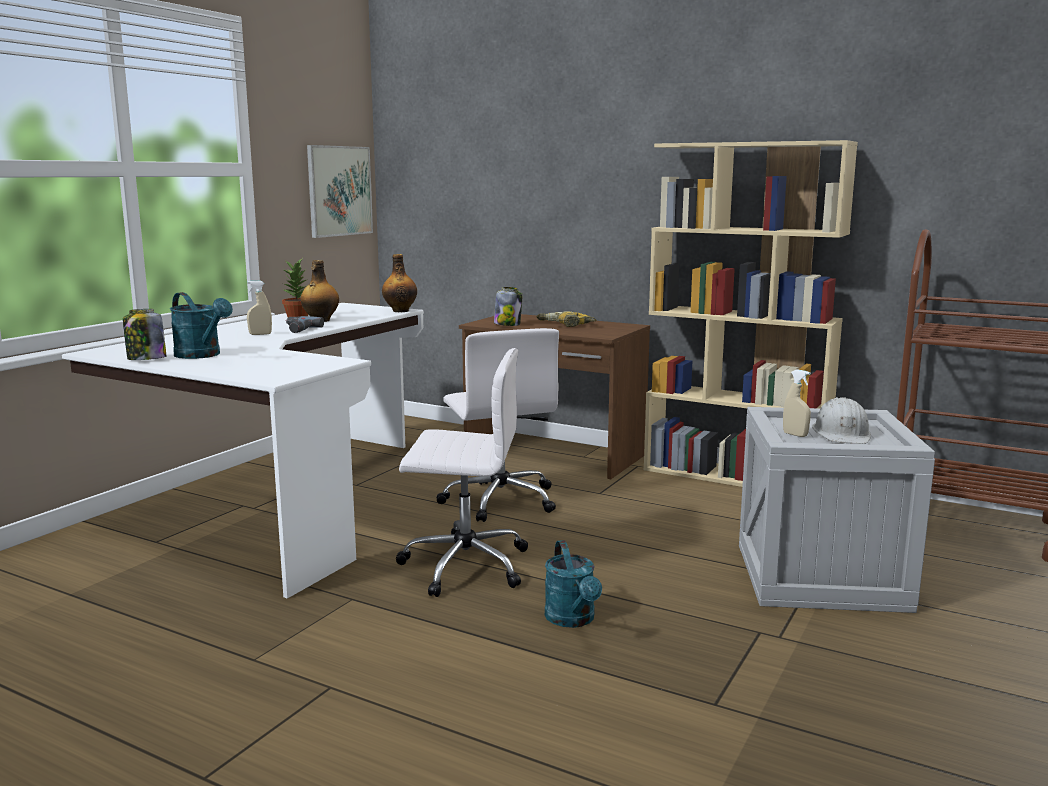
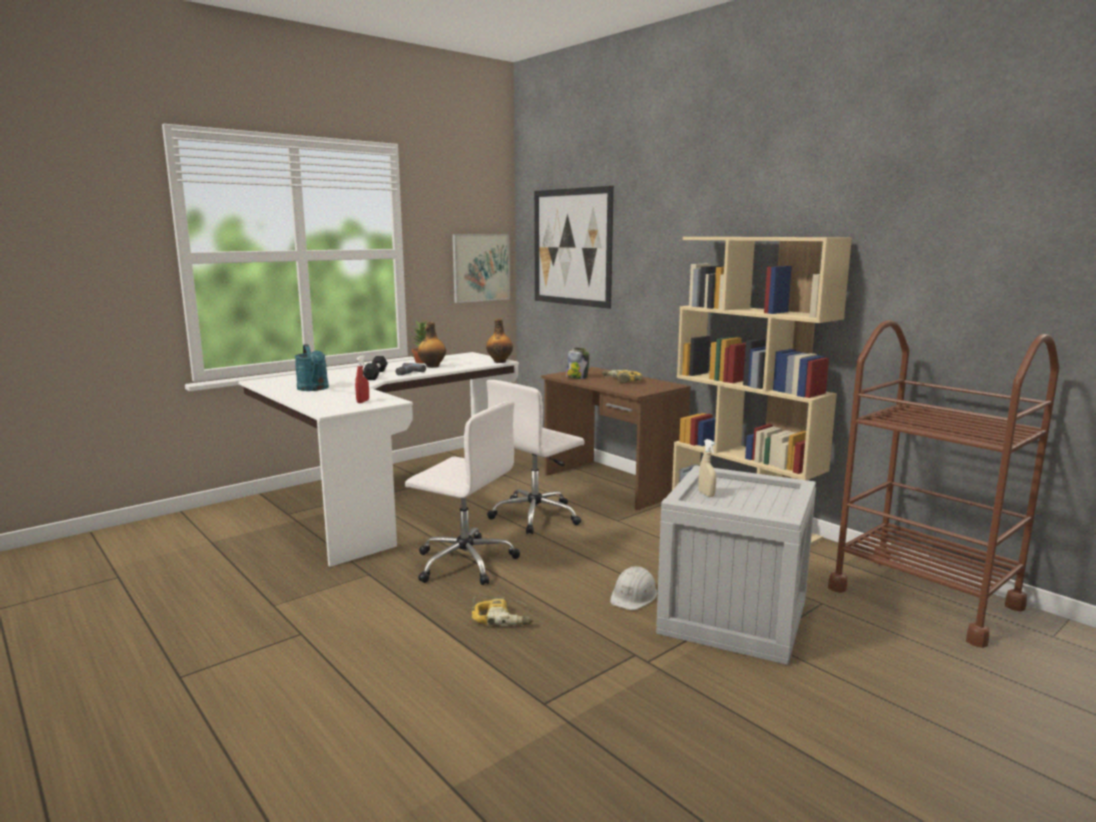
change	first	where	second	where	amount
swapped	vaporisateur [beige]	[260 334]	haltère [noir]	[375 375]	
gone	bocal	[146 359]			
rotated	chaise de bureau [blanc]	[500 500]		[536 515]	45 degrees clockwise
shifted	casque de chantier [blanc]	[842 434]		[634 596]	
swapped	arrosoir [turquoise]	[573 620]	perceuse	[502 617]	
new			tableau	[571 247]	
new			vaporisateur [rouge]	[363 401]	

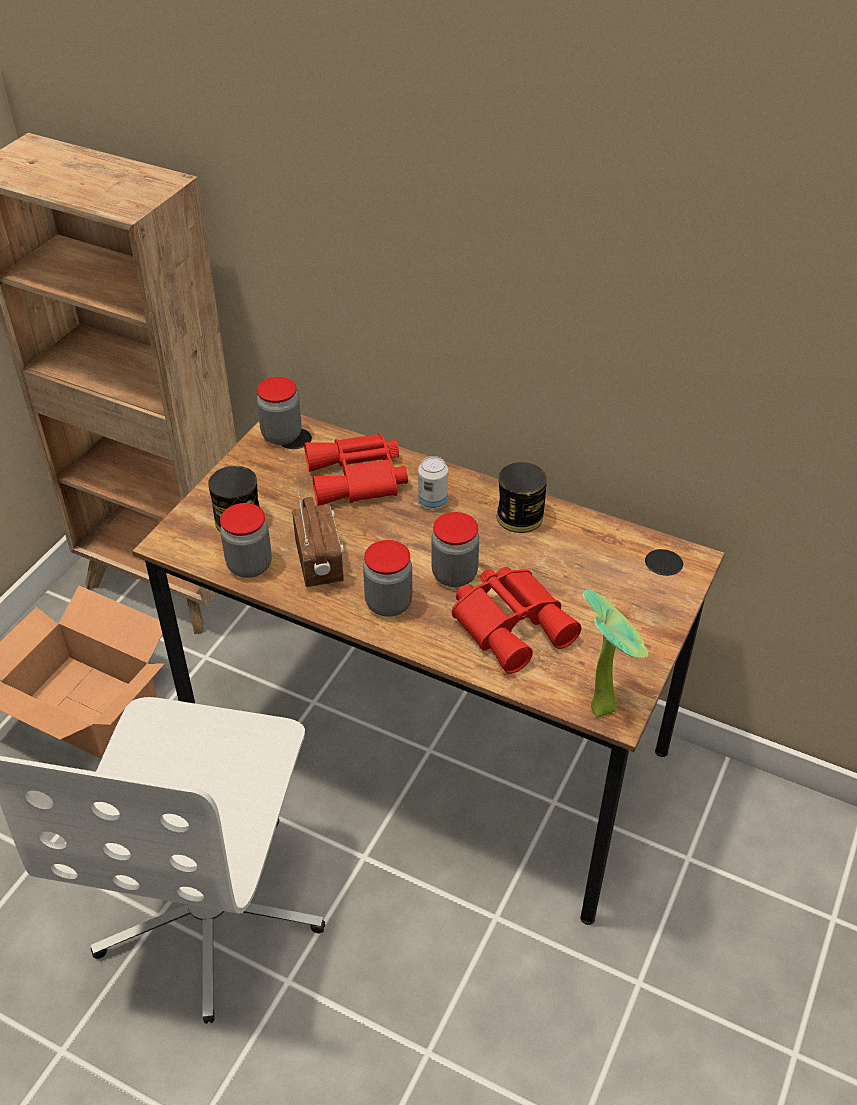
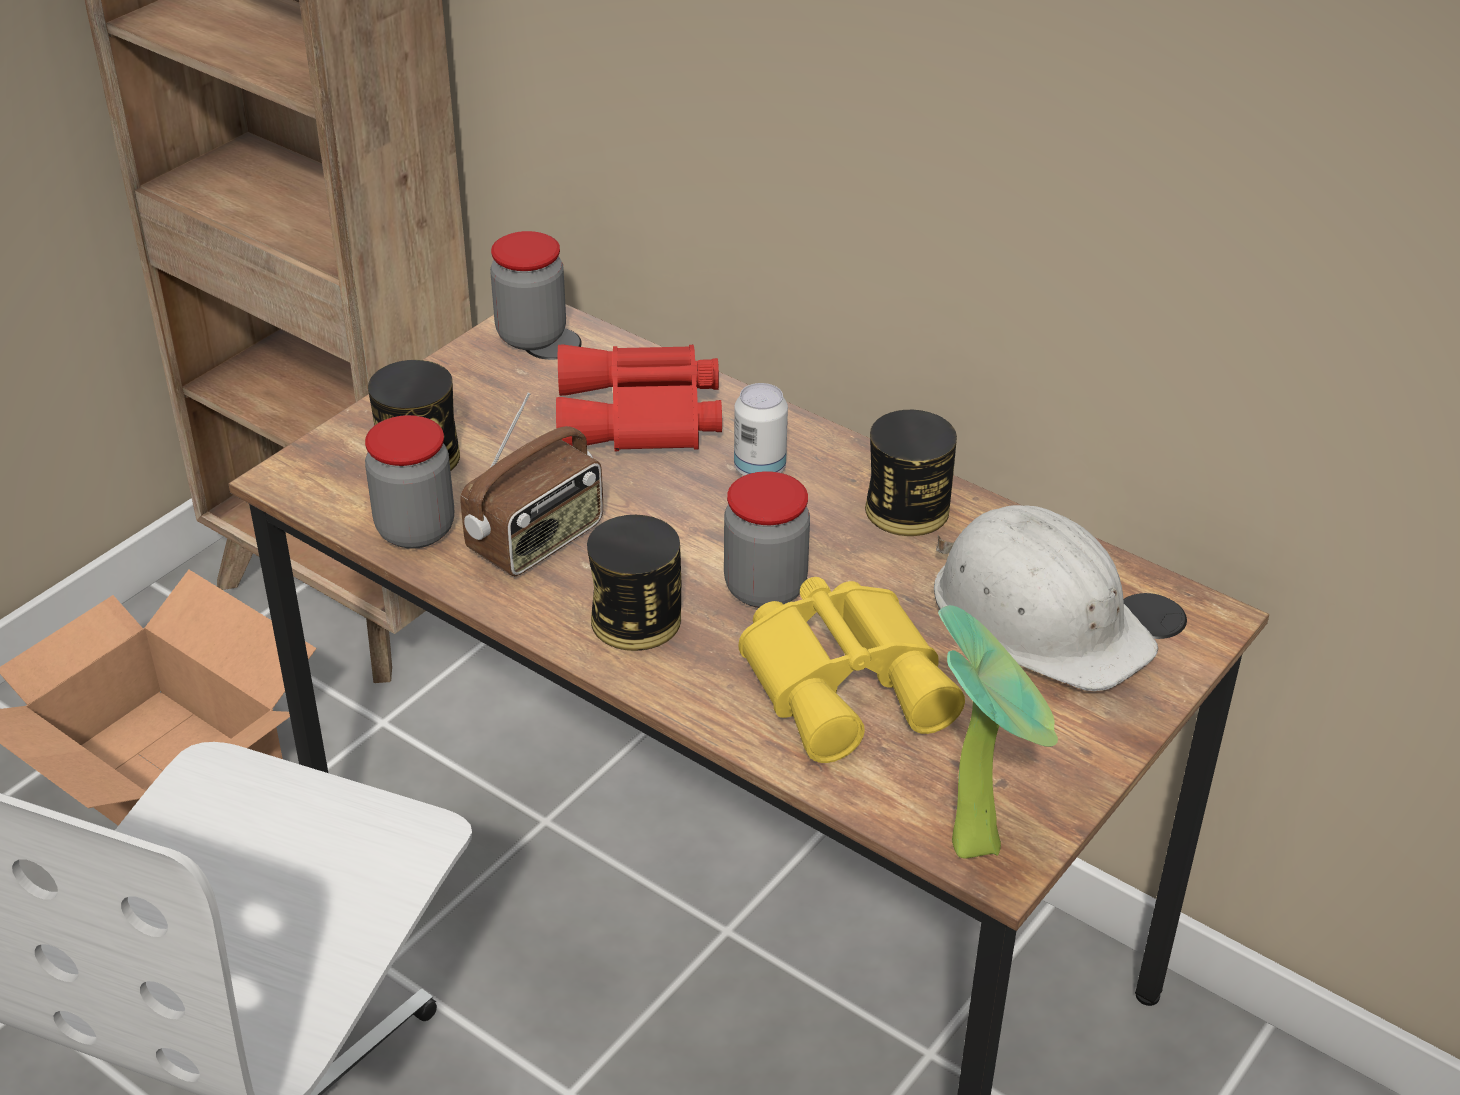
change	first	where	second	where	amount
rotated	radio	[320 563]		[537 541]	45 degrees clockwise
swapped	bocal	[388 603]	boîte métallique	[636 620]	
repainted	jumelles [rouge]	[513 623]	jumelles [jaune]	[847 681]	
new			casque de chantier [blanc]	[1038 616]	

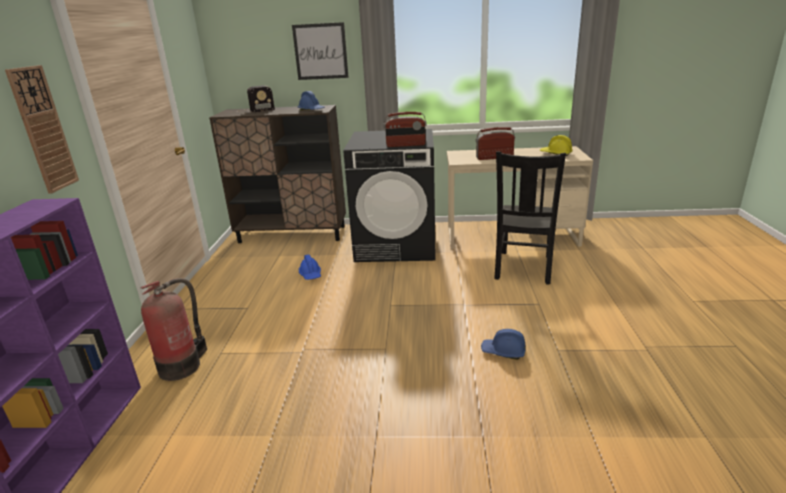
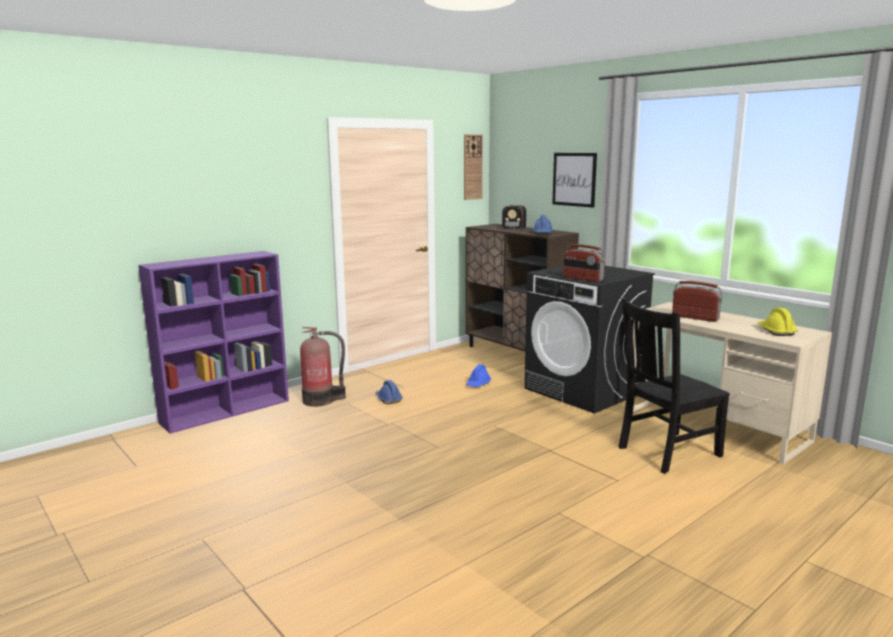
change	first	where	second	where	amount
shifted	horloge murale	[43 130]		[472 167]	
shifted	casque de chantier [bleu]	[503 352]		[388 399]	

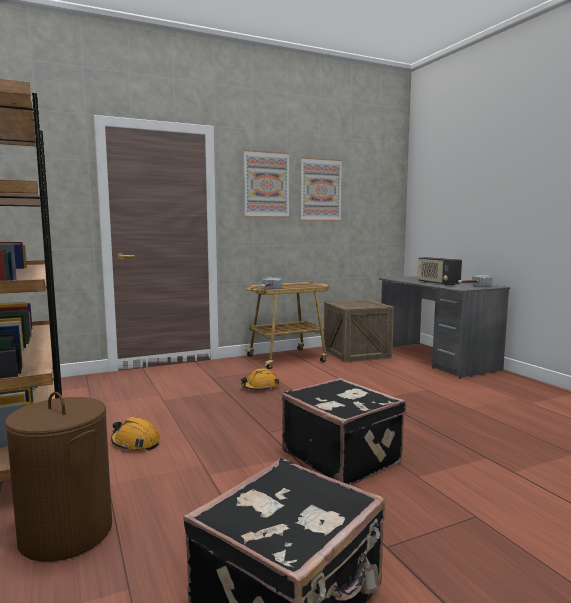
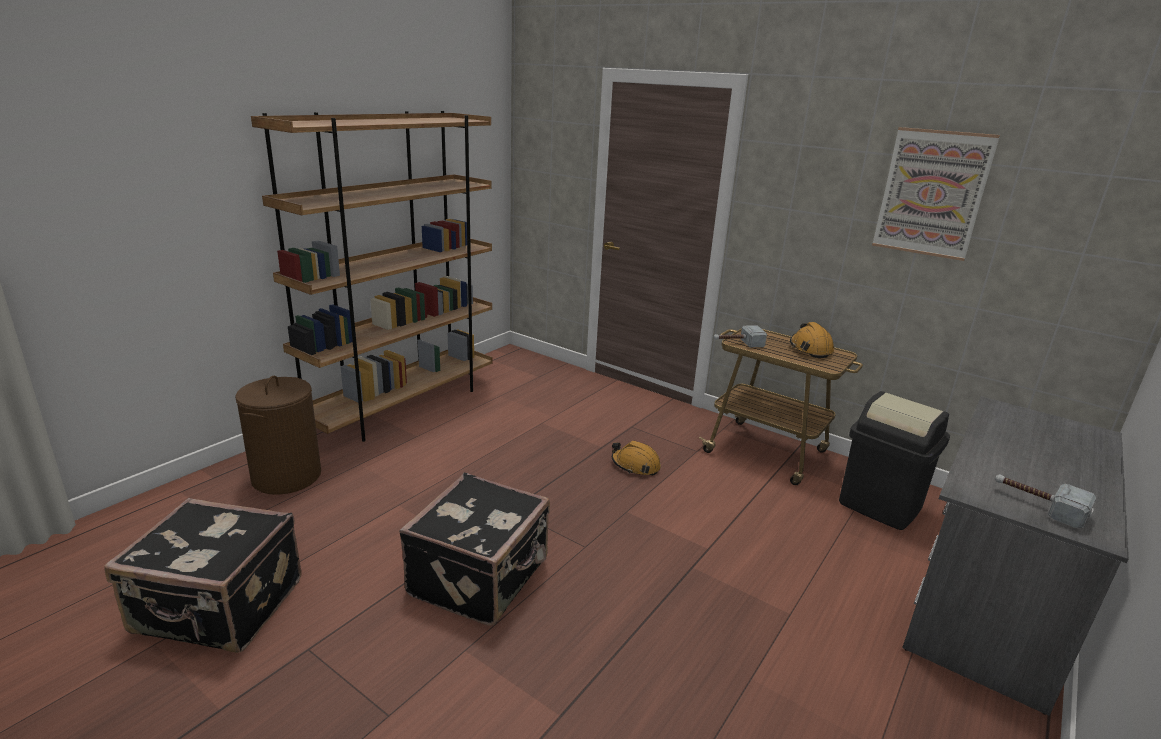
change	first	where	second	where	amount
gone	tableau	[266 184]			
gone	radio	[437 283]			
swapped	caisse	[356 353]	poubelle [noir]	[880 505]	
shifted	casque de chantier [orange]	[135 443]		[810 348]	

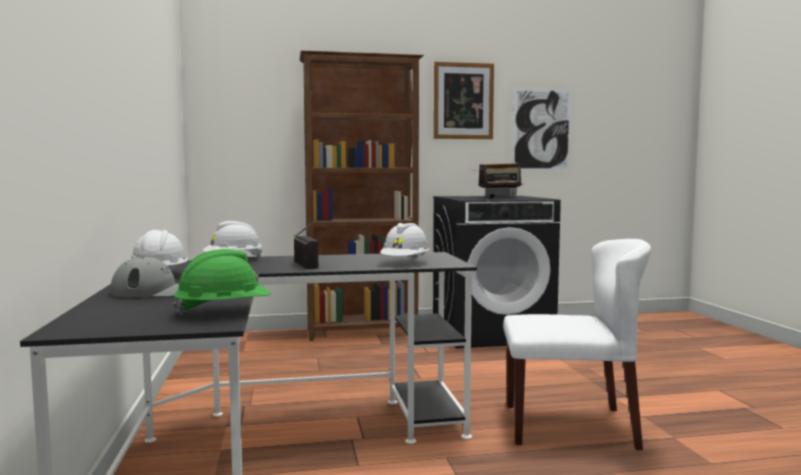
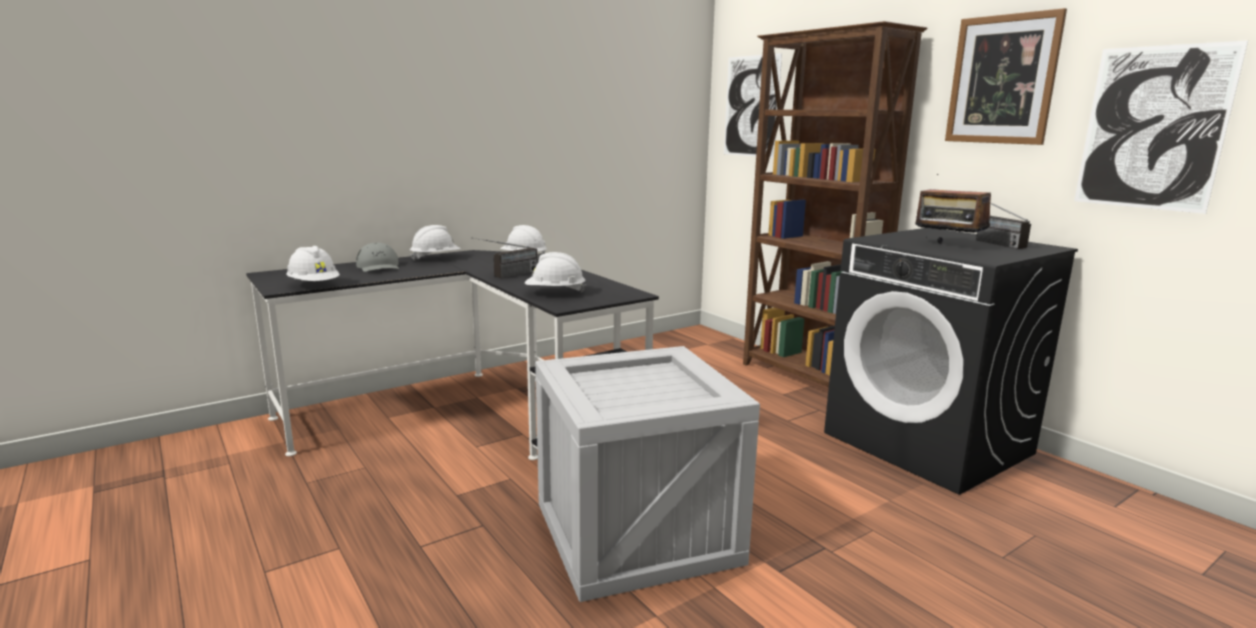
change	first	where	second	where	amount
swapped	chaise [blanc]	[570 425]	caisse	[634 535]	
repainted	casque de chantier [vert]	[224 312]	casque de chantier [blanc]	[314 285]	
new			tableau	[751 106]	

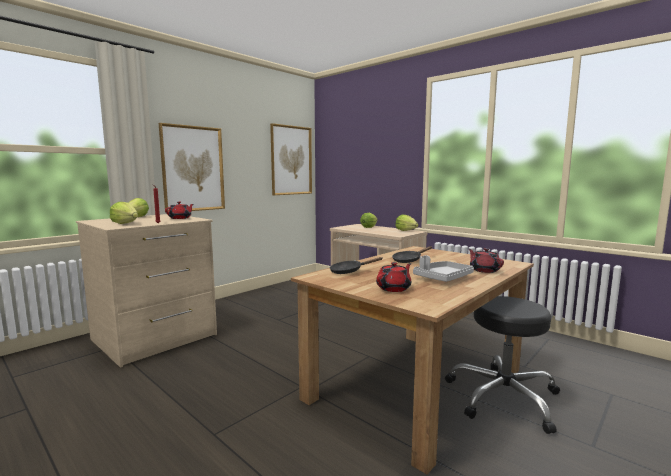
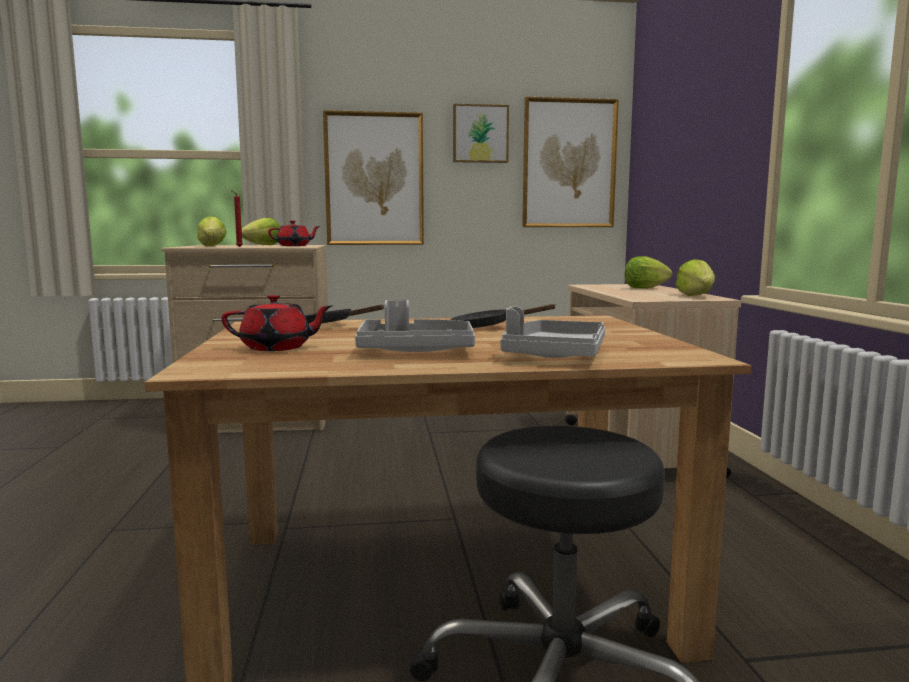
change	first	where	second	where	amount
swapped	théière [rouge]	[484 270]	plateau [gris]	[555 355]	
new			tableau	[480 134]	

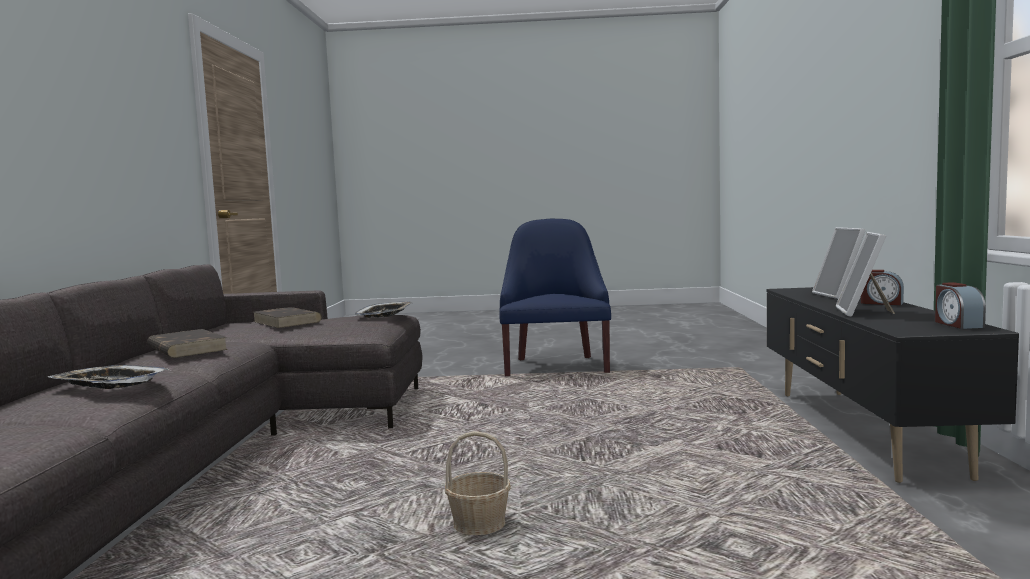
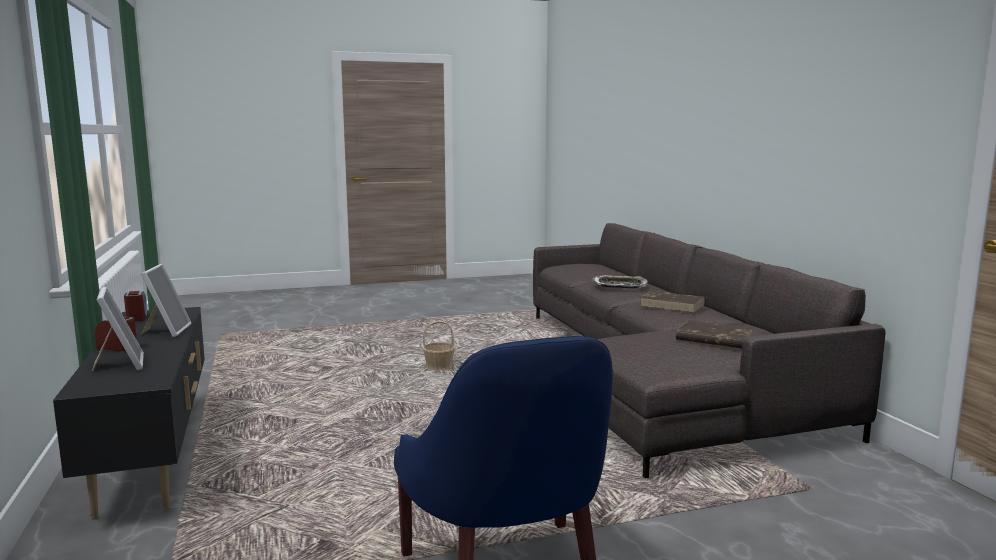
change	first	where	second	where	amount
gone	plateau	[385 314]			

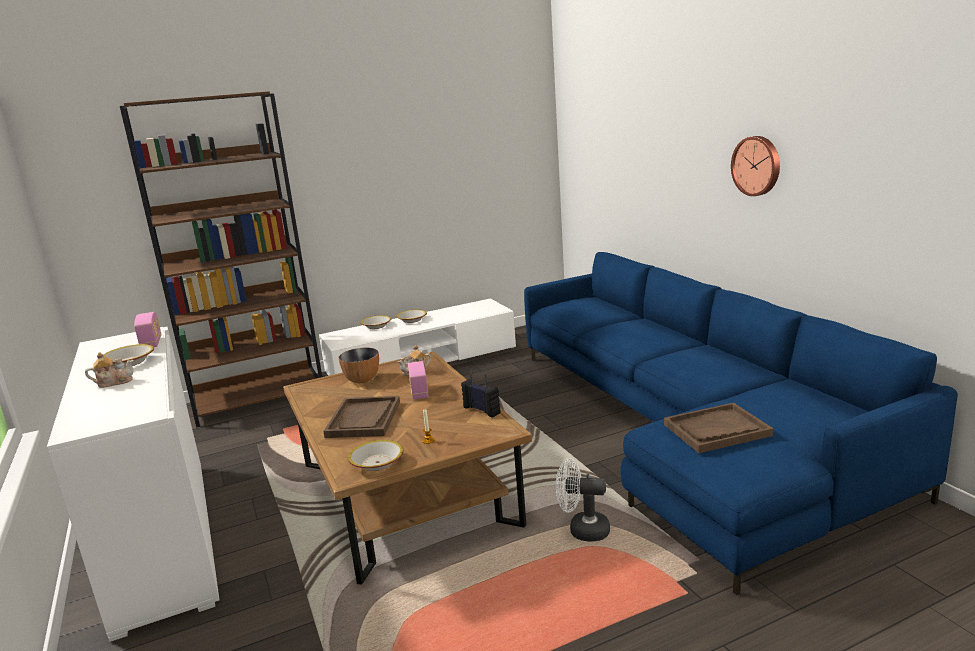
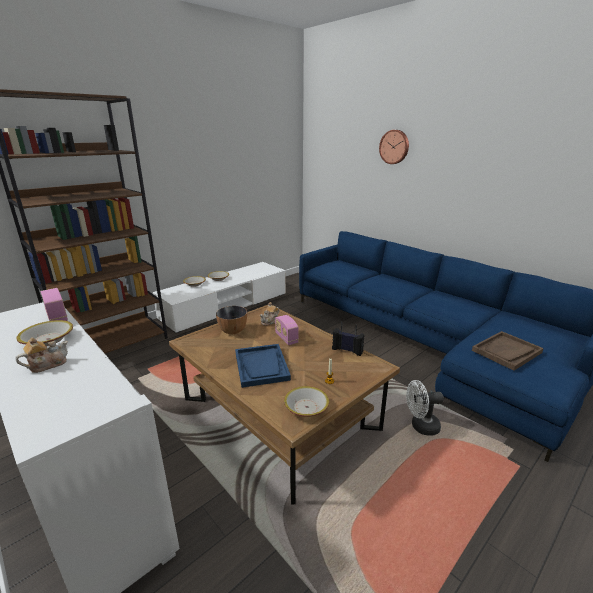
change	first	where	second	where	amount
shifted	horloge murale	[757 165]		[394 147]	
repainted	plateau [marron]	[364 419]	plateau [bleu]	[261 366]	

